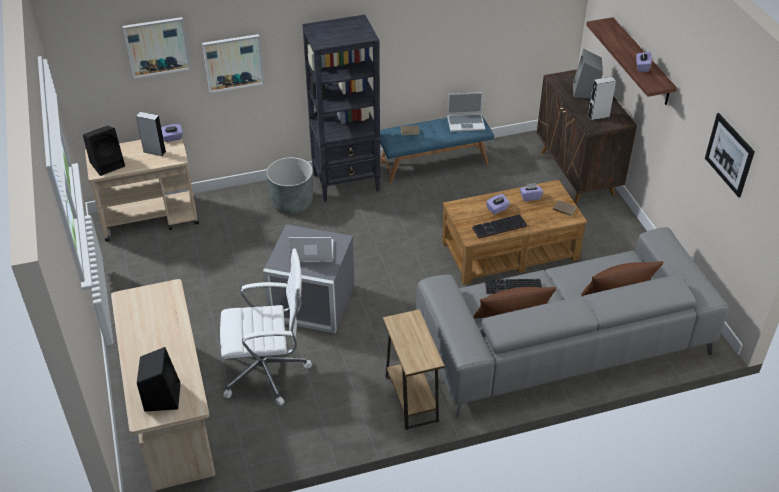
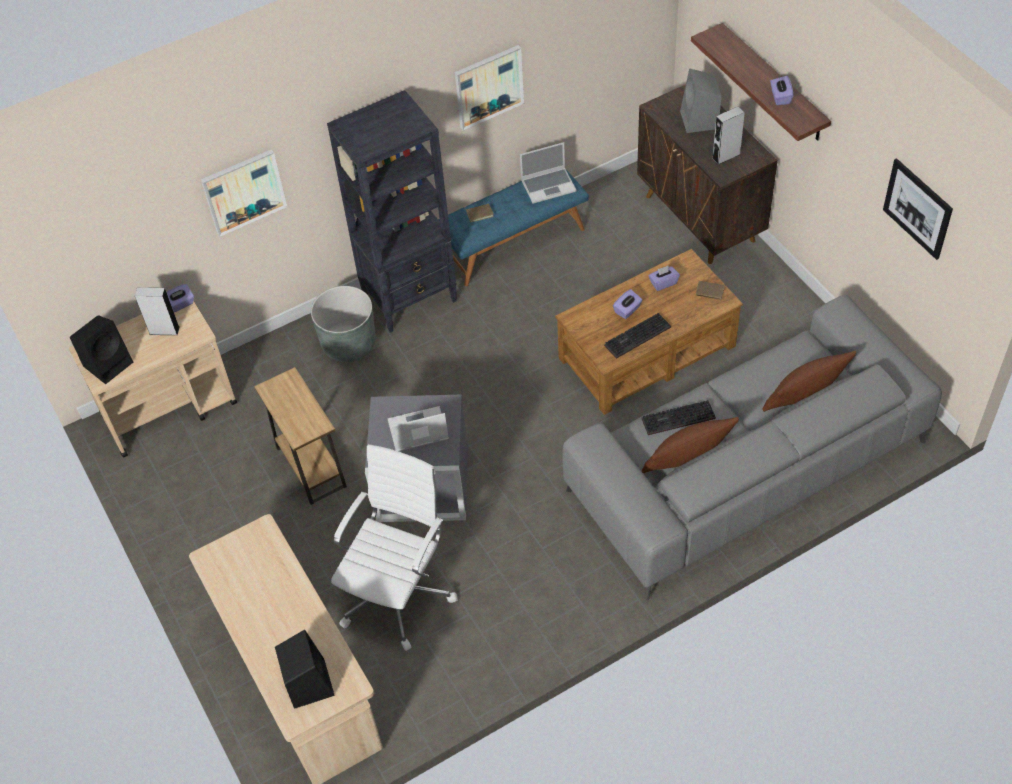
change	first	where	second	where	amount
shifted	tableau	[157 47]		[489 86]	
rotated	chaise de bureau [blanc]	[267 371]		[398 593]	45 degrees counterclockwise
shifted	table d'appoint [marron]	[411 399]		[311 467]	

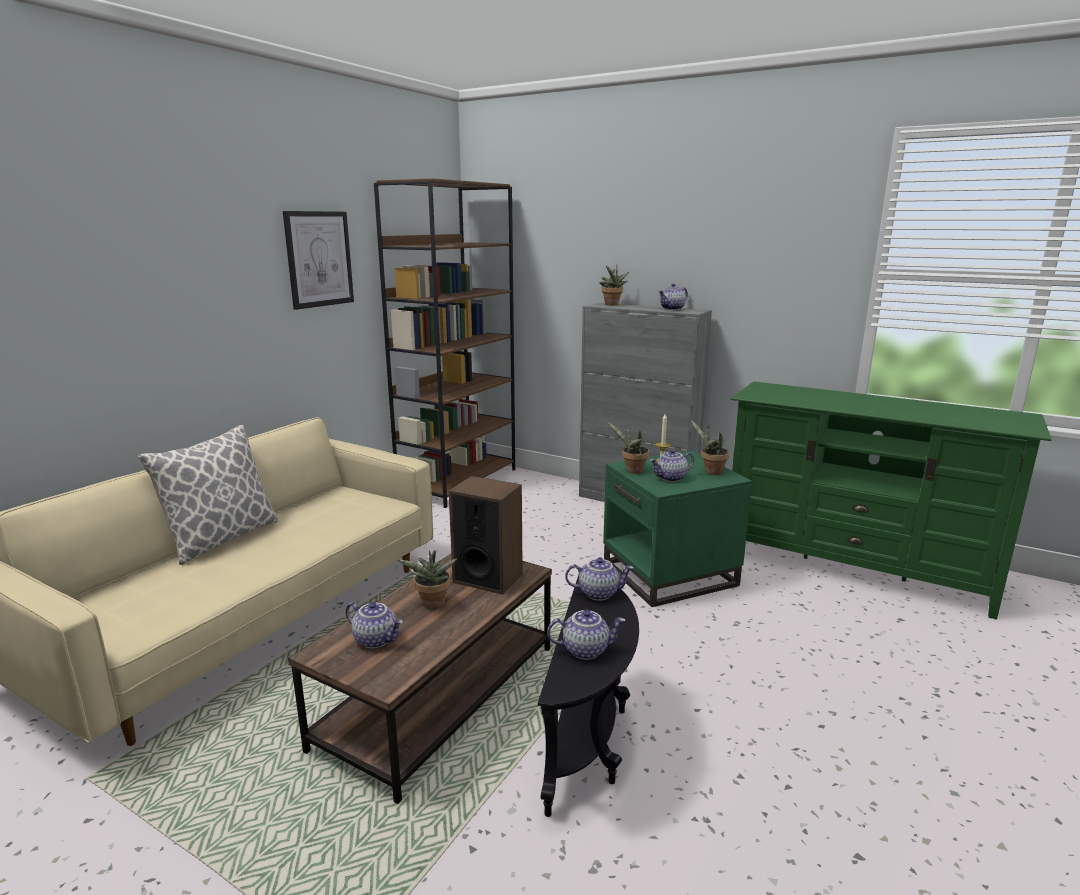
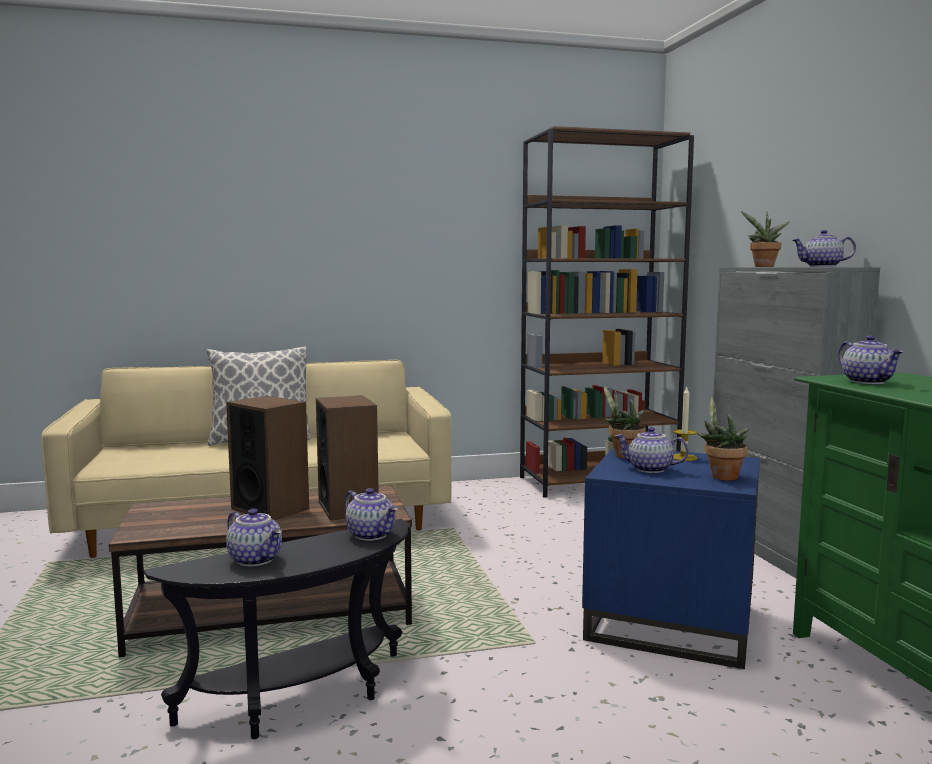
change	first	where	second	where	amount
gone	tableau	[319 259]			
repainted	table d'appoint [vert]	[670 574]	table d'appoint [bleu]	[669 623]	
swapped	plante en pot	[432 605]	enceinte	[270 508]	
shifted	théière	[376 639]		[868 382]	

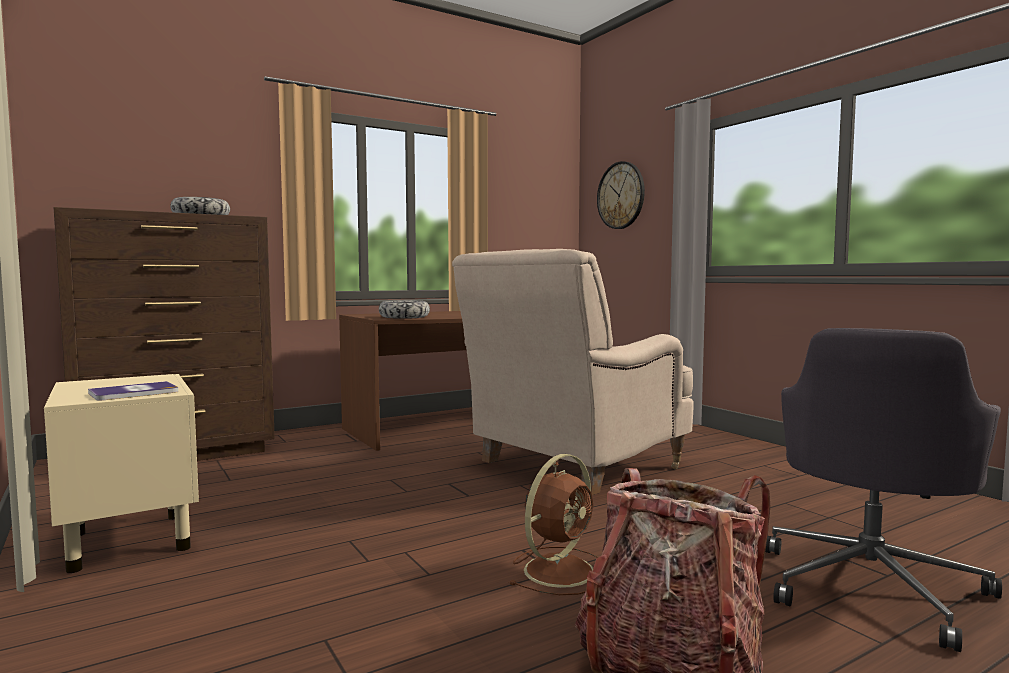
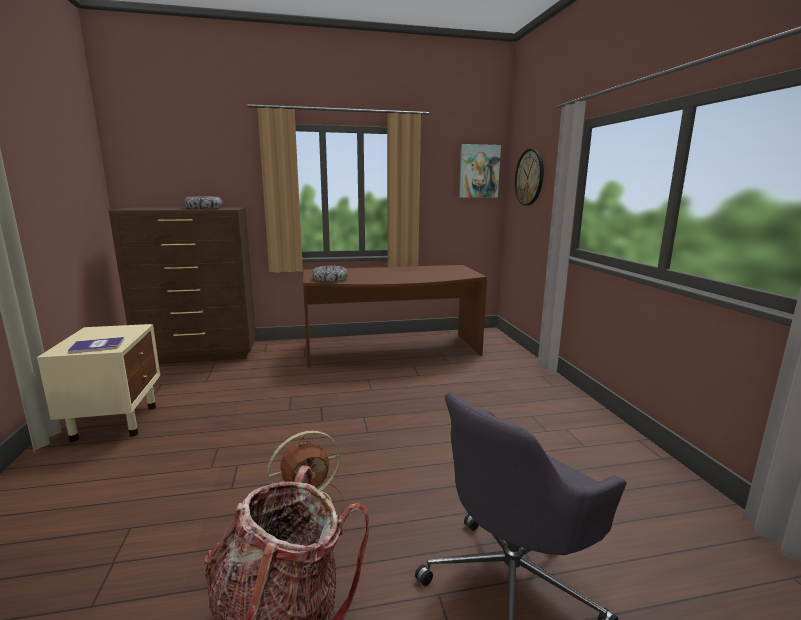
change	first	where	second	where	amount
gone	fauteuil [beige]	[573 468]			
new			tableau	[479 171]	

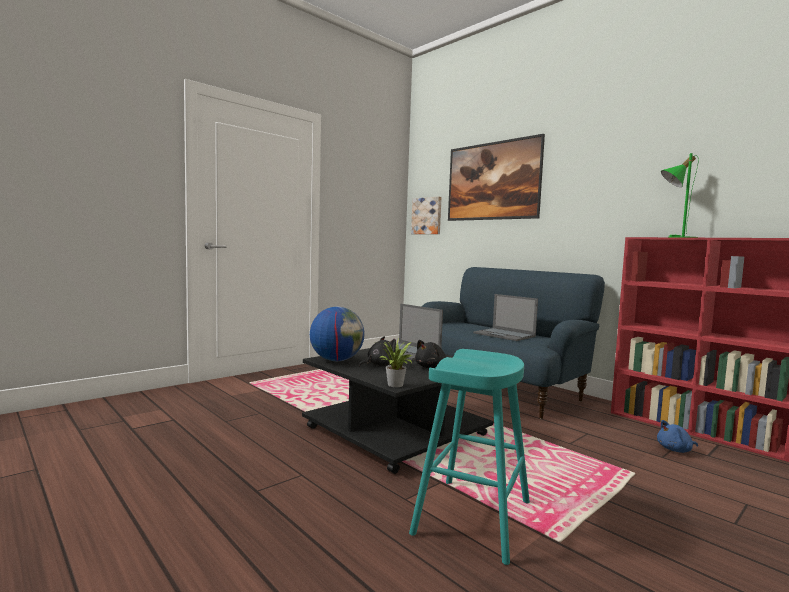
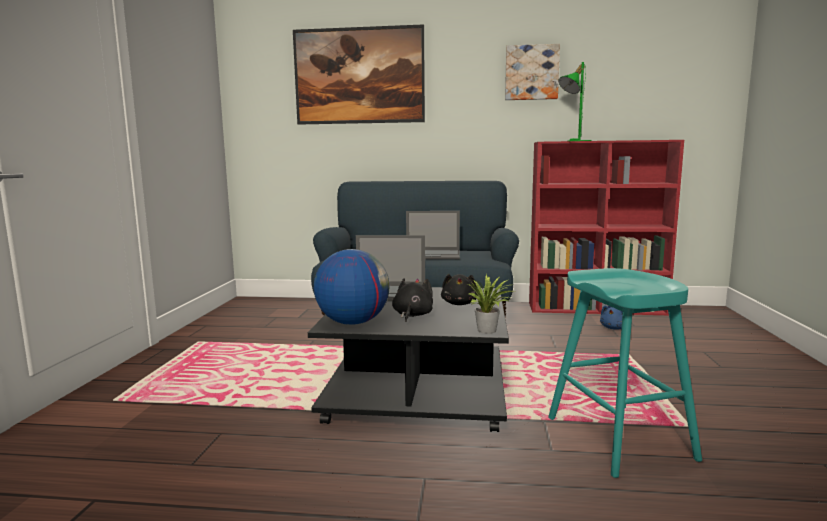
change	first	where	second	where	amount
shifted	tableau	[427 216]		[531 73]	

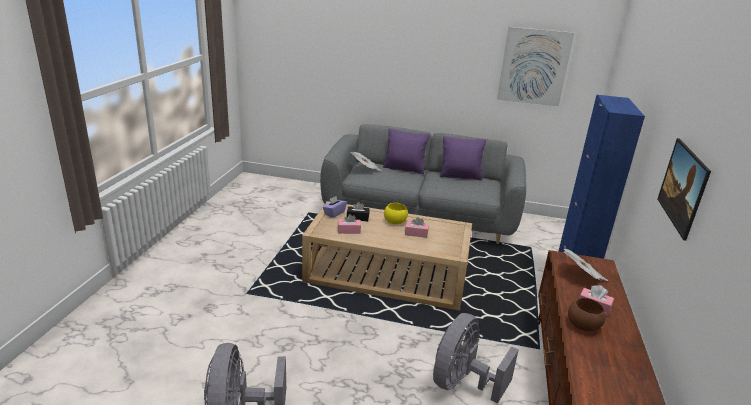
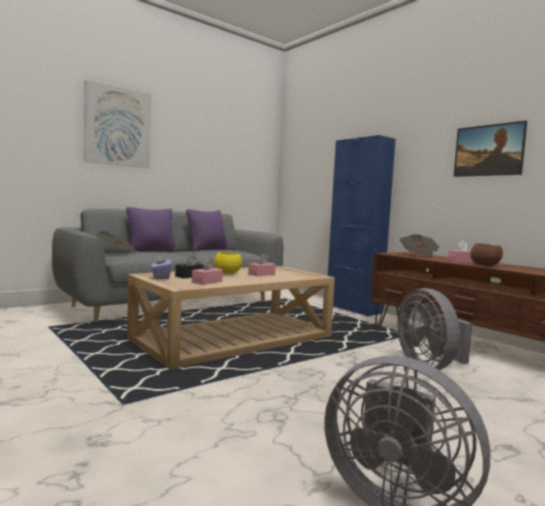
change	first	where	second	where	amount
shifted	tableau	[534 67]		[118 126]	

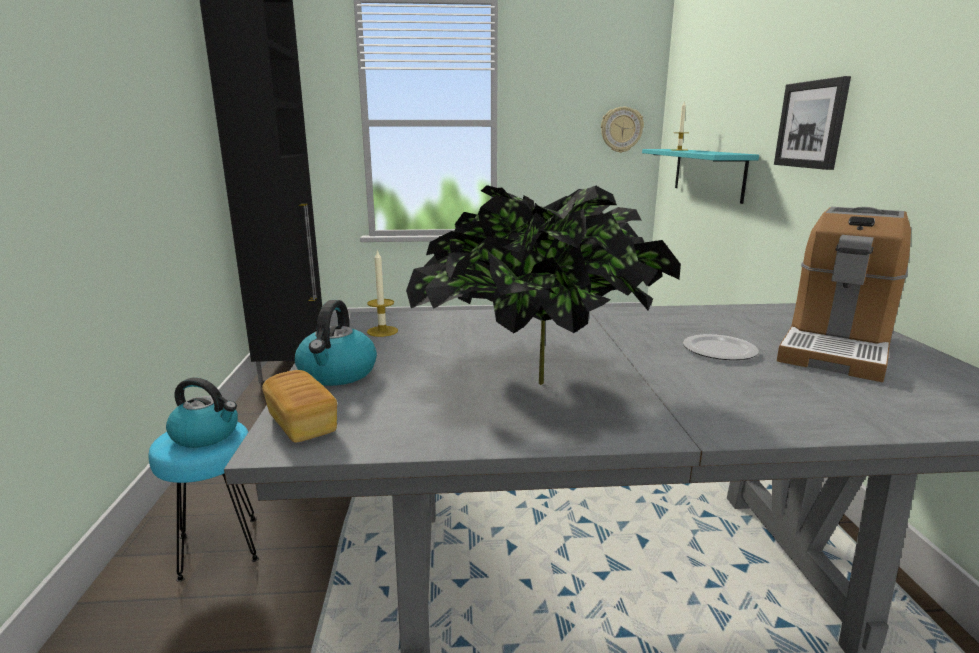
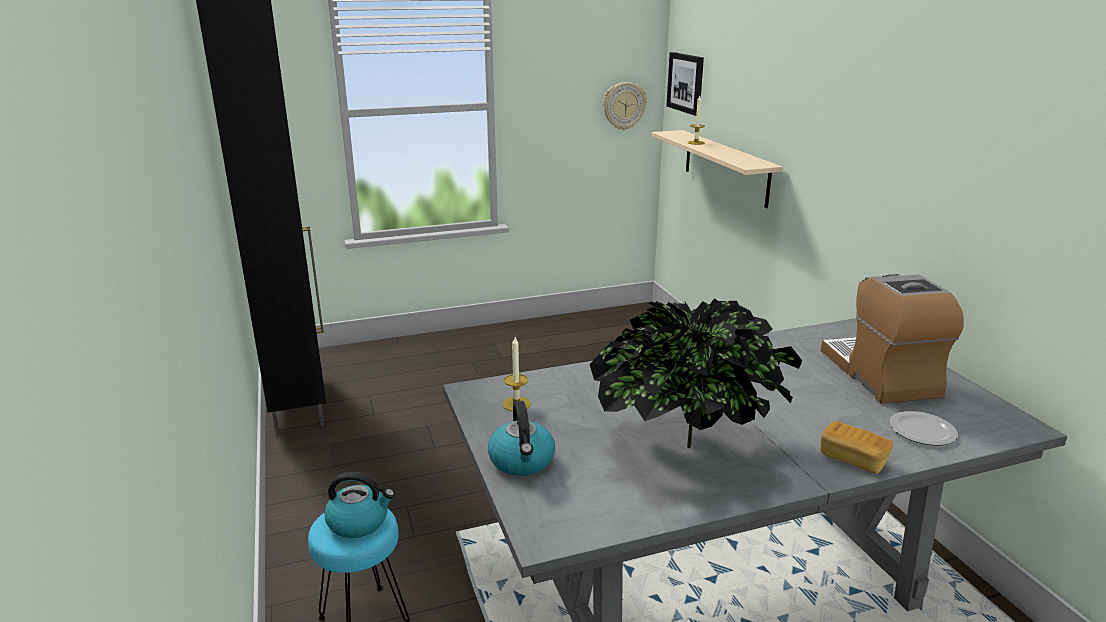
change	first	where	second	where	amount
shifted	tableau	[812 124]		[686 83]	
repainted	étagère [turquoise]	[707 173]	étagère [beige]	[725 167]	
rotated	machine à café	[836 347]		[880 374]	150 degrees clockwise
shifted	assiette	[718 350]		[921 430]	
shifted	pain	[302 424]		[853 459]	

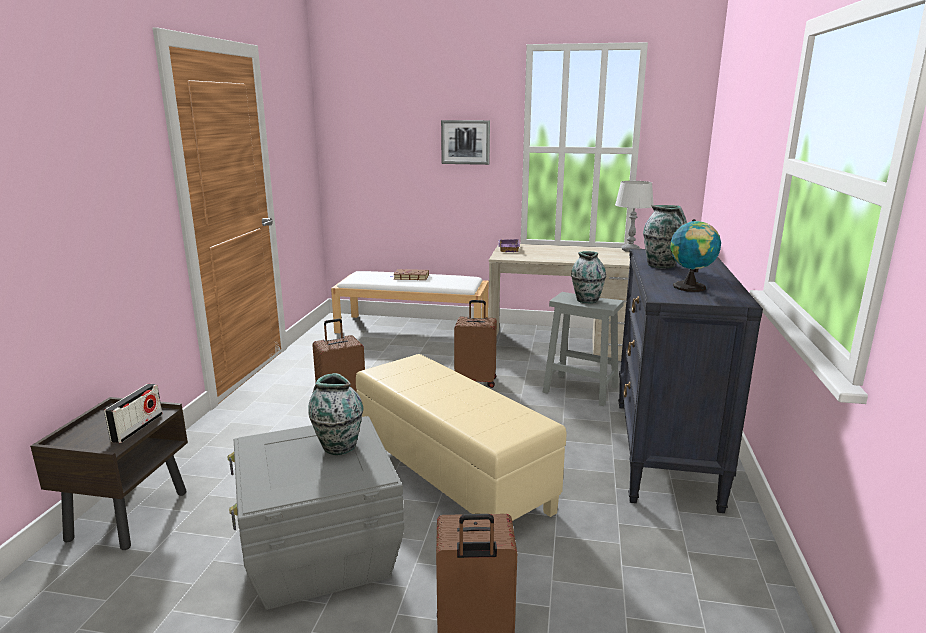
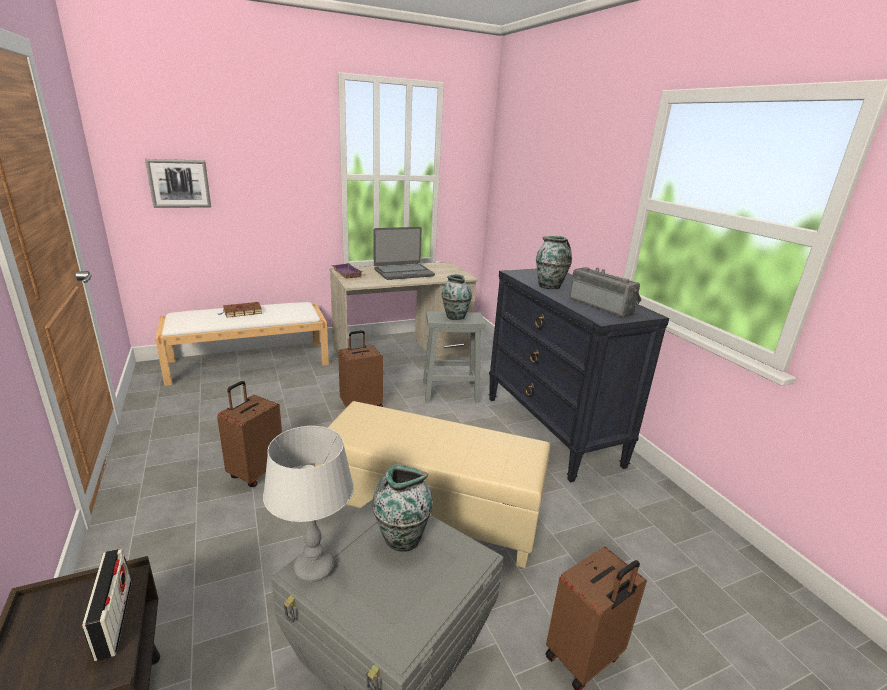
change	first	where	second	where	amount
shifted	tableau	[465 142]		[179 183]	
shifted	lampe de table [gris]	[630 250]		[314 568]	
swapped	globe	[690 288]	radio	[602 306]	
new			ordinateur portable	[403 272]	

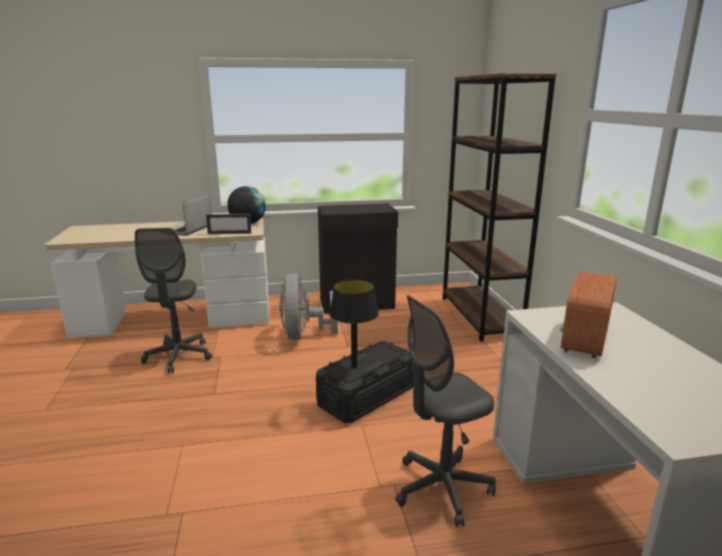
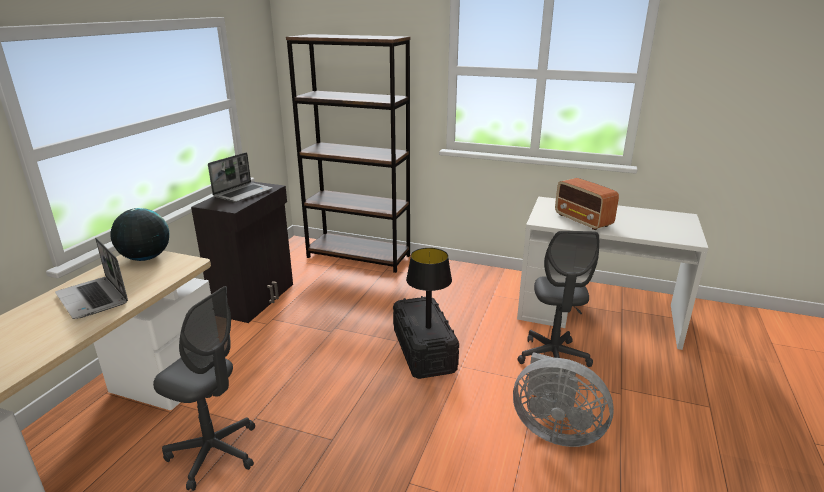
change	first	where	second	where	amount
gone	cadre photo	[229 233]			
shifted	ventilateur [gris]	[304 335]		[554 430]	
new			ordinateur portable	[243 193]	

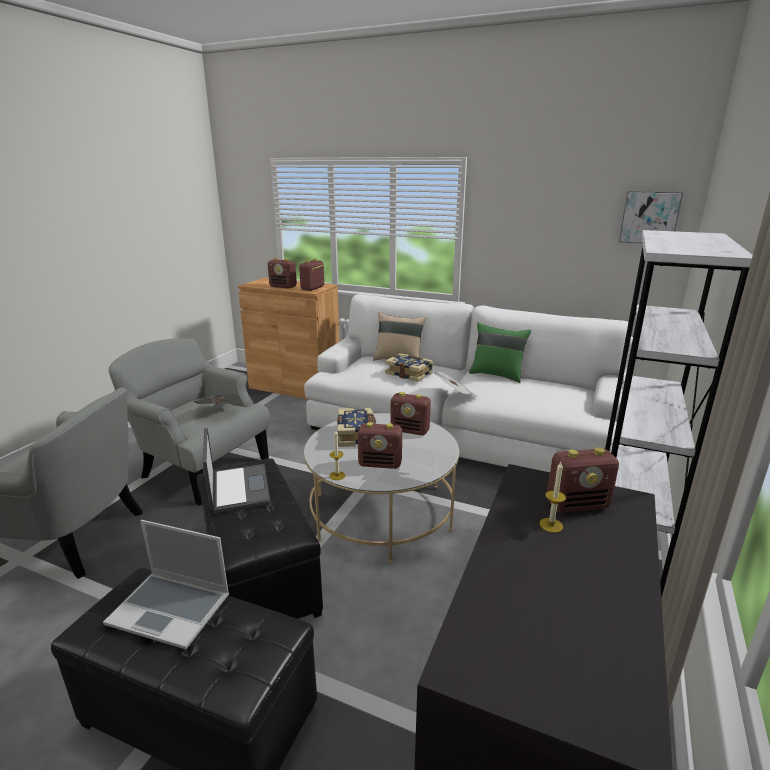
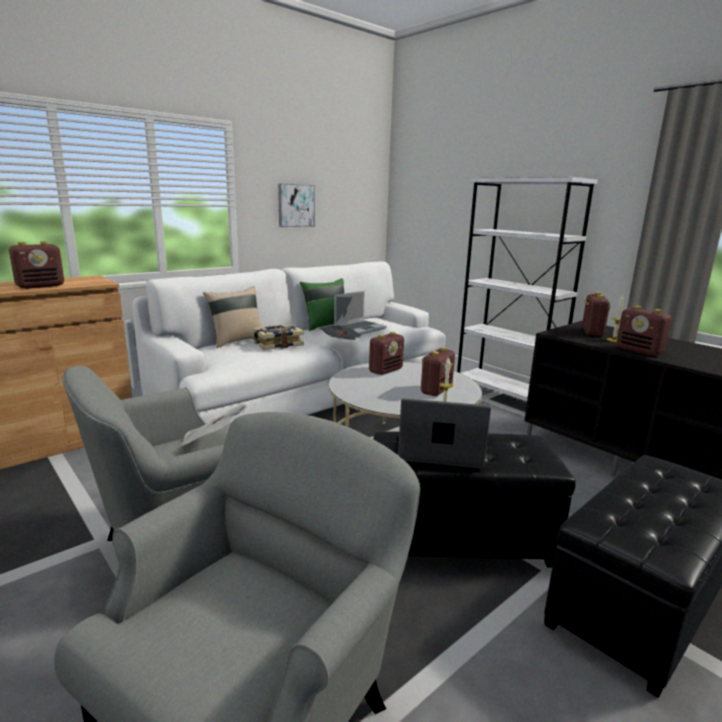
change	first	where	second	where	amount
shifted	tableau	[649 217]		[296 205]	
shifted	radio	[312 288]		[639 351]	
gone	livre	[357 435]			
shifted	ordinateur portable	[172 609]		[360 329]	

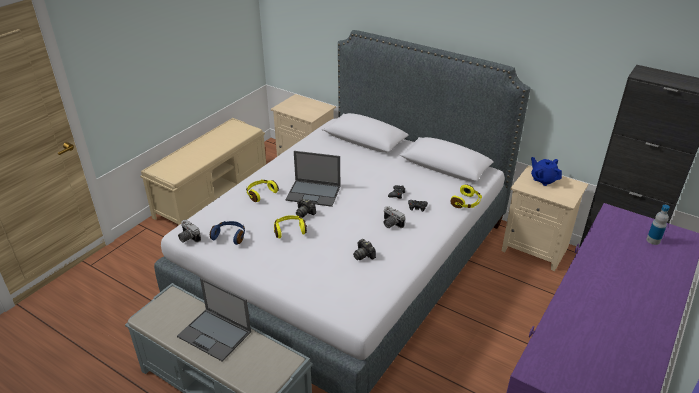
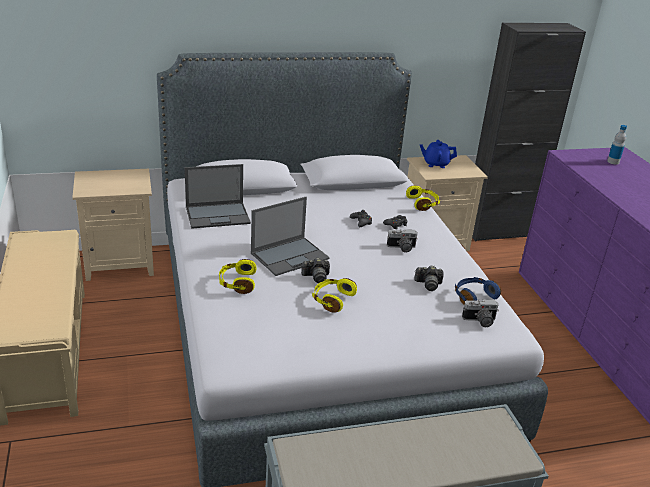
change	first	where	second	where	amount
shifted	appareil photo	[188 238]		[479 321]	
shifted	casque audio [bleu]	[229 236]		[473 297]	
shifted	ordinateur portable	[215 334]		[218 215]	

